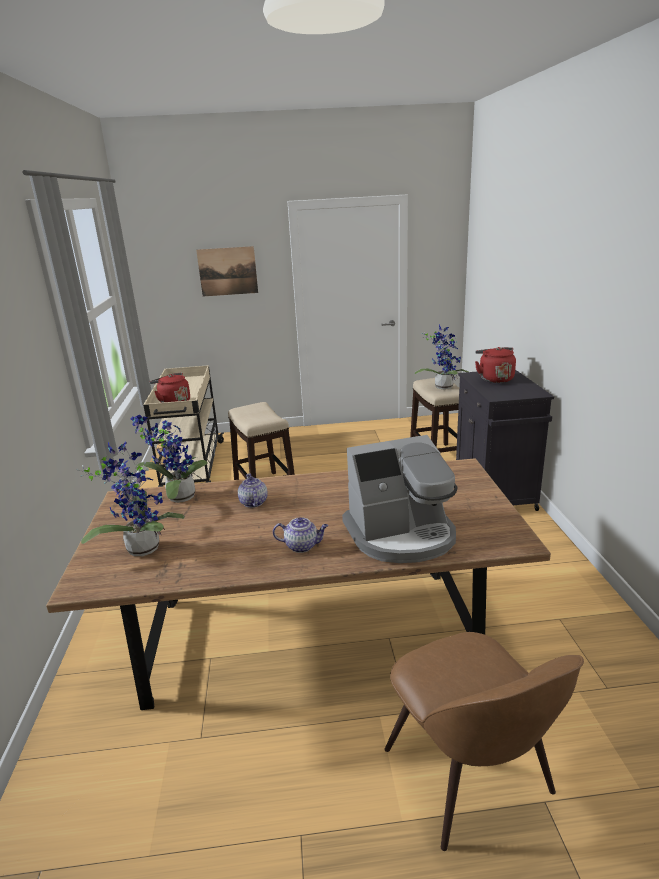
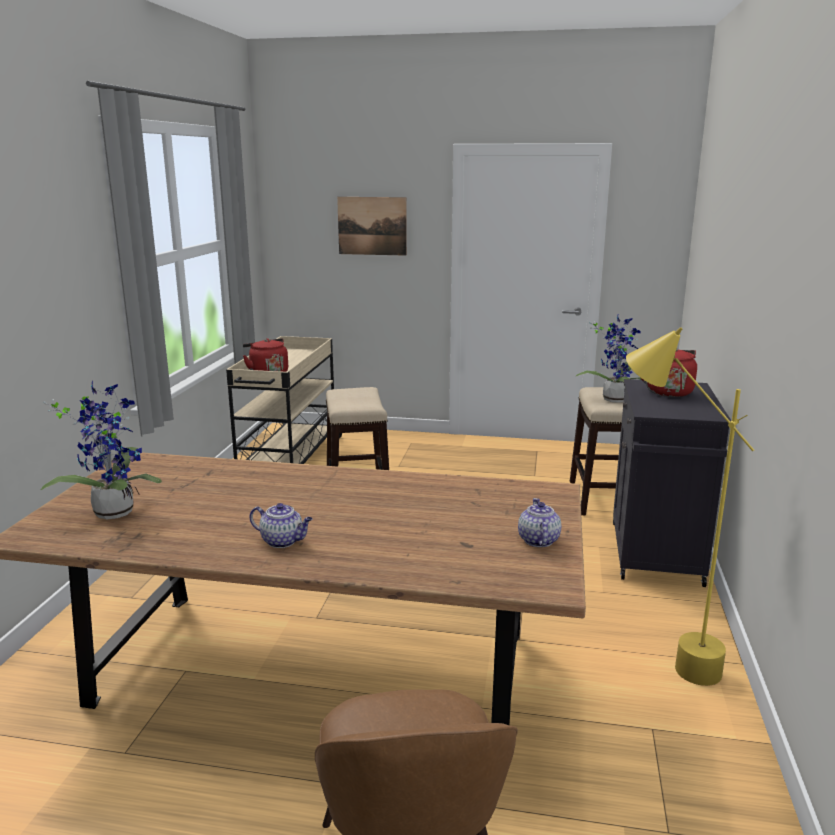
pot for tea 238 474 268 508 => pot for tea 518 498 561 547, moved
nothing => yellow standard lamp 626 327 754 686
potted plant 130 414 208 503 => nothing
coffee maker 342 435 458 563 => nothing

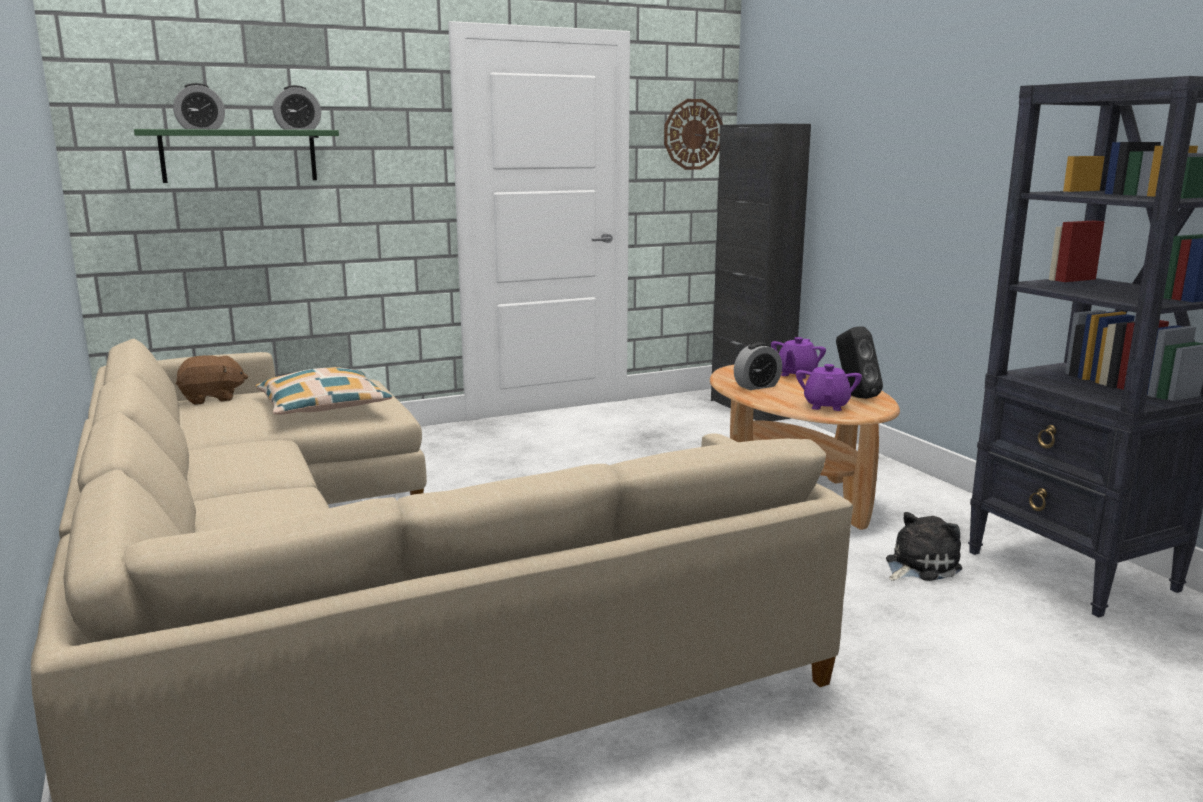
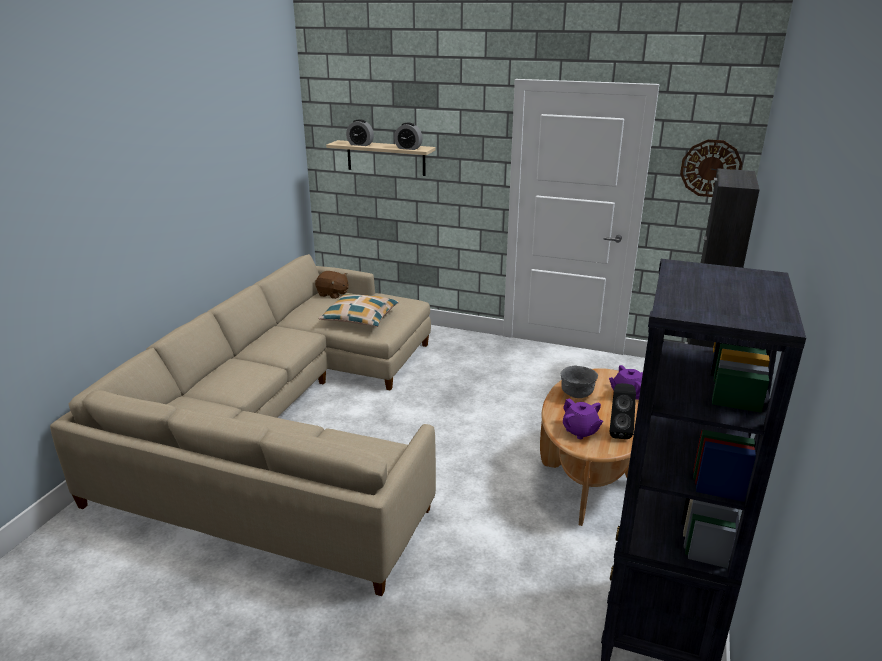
greenish bracket shelf 134 129 339 183 => beige-coloured bracket shelf 326 140 436 176
bedside clock 734 342 782 390 => greyish serving bowl 561 366 598 398
purple pot for tea 796 364 862 411 => purple pot for tea 563 398 603 439, 90 degrees clockwise
plush toy 886 512 962 581 => nothing

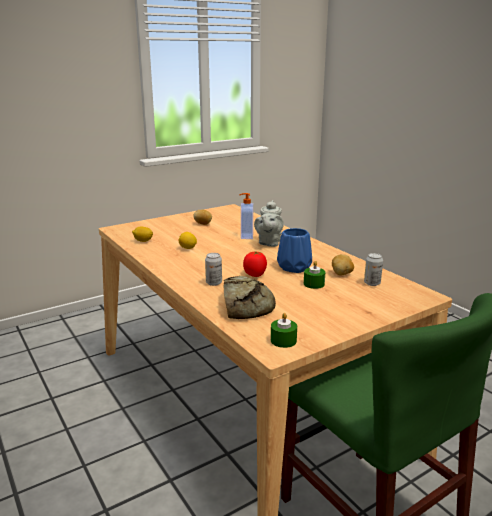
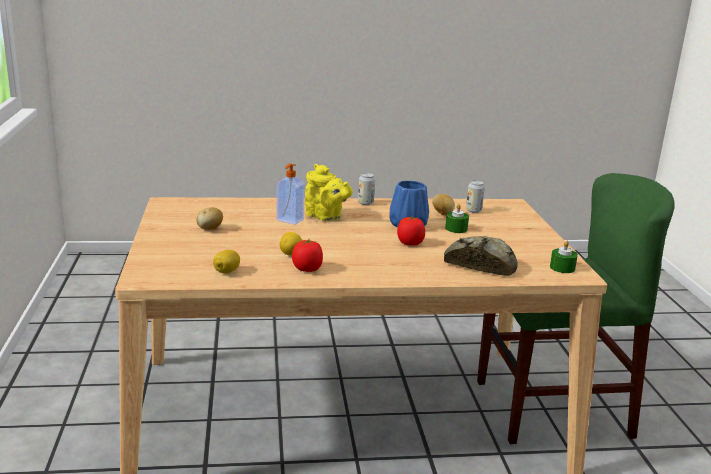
nothing => fresh tomato 292 239 323 272
greyish pot for tea 254 200 284 247 => yellow pot for tea 305 164 353 221
can 205 253 222 286 => can 358 173 375 205, moved

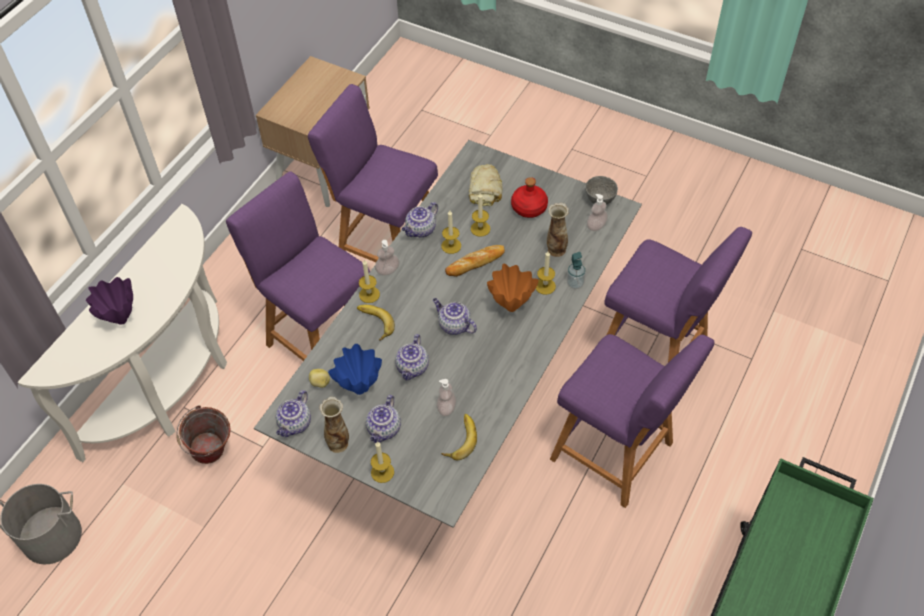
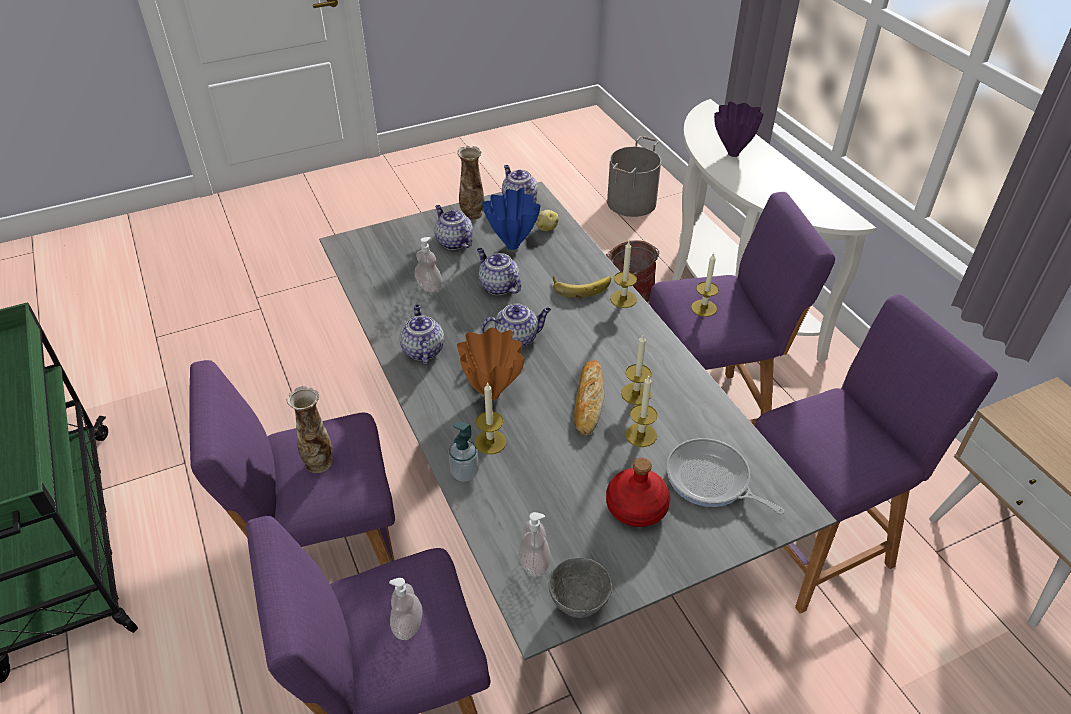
vase 547 203 569 257 => vase 287 386 333 473, moved
soap bottle 375 240 400 276 => soap bottle 389 578 423 640, moved
pot for tea 402 202 438 238 => pot for tea 400 305 444 364, moved
bakery bread 469 164 502 206 => skillet 666 438 785 515
wax light 371 441 394 483 => wax light 691 253 719 317, moved
banana fruit 441 414 477 460 => nothing

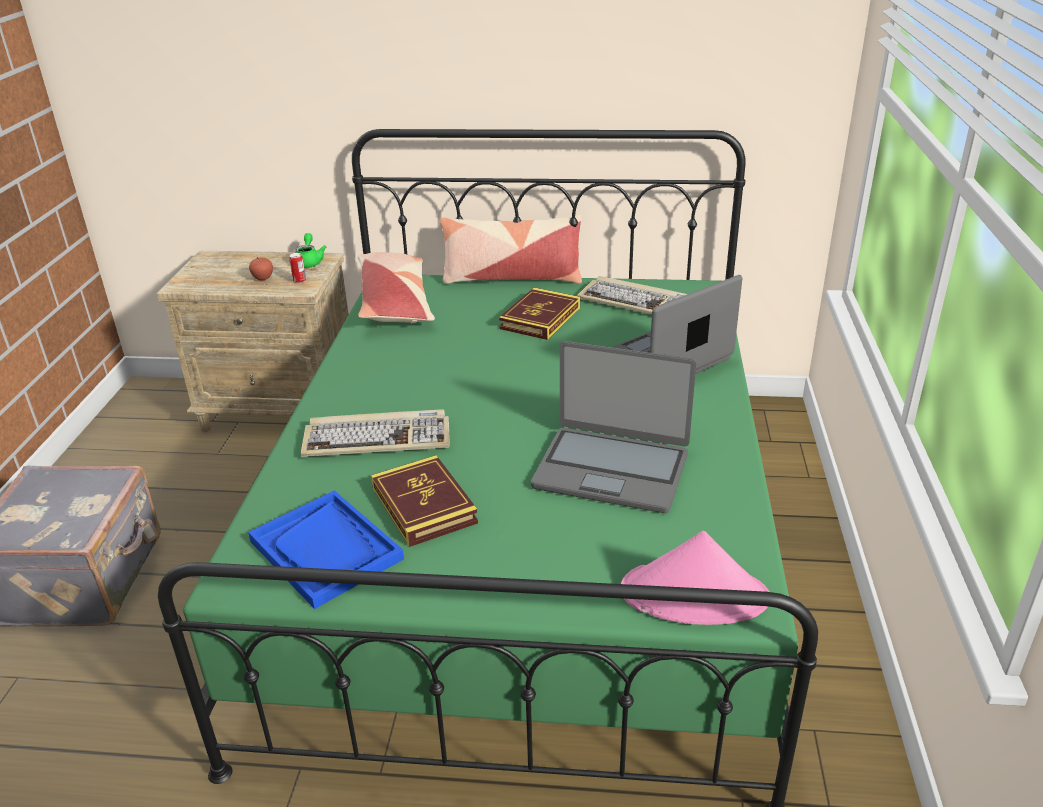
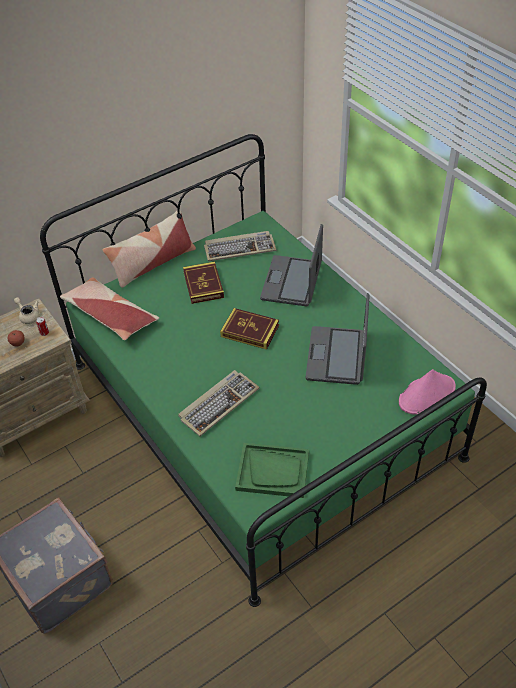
greenish pot for tea 295 233 326 268 => beige-coloured pot for tea 14 297 40 324
volume 371 455 478 547 => volume 220 308 279 350, moved
blue serving tray 248 490 404 609 => greenish serving tray 235 443 309 498
portable computer 531 341 696 513 => portable computer 306 293 369 385, 120 degrees clockwise

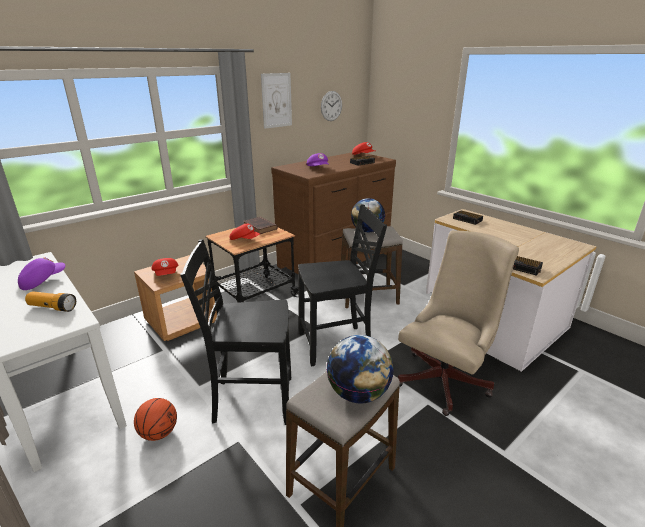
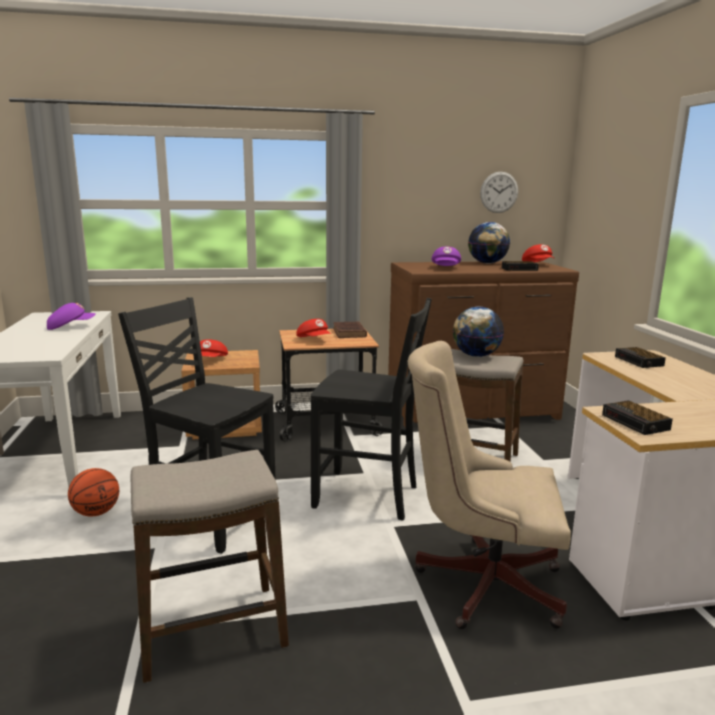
beige-coloured office chair 398 230 519 416 => beige-coloured office chair 408 341 571 629, 150 degrees counterclockwise
world globe 326 335 394 404 => world globe 468 222 510 264, moved
hand torch 25 291 76 312 => nothing
wall art 261 73 292 129 => nothing

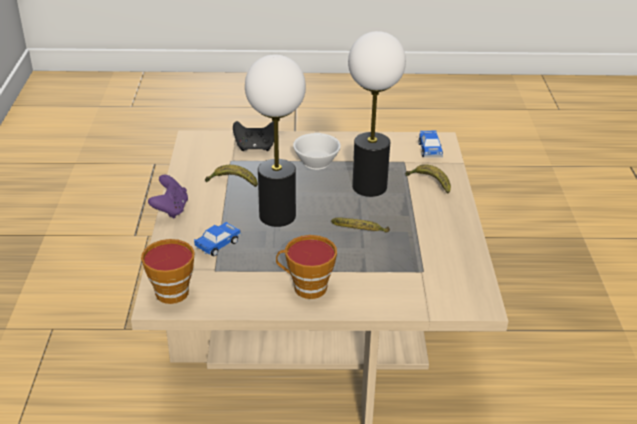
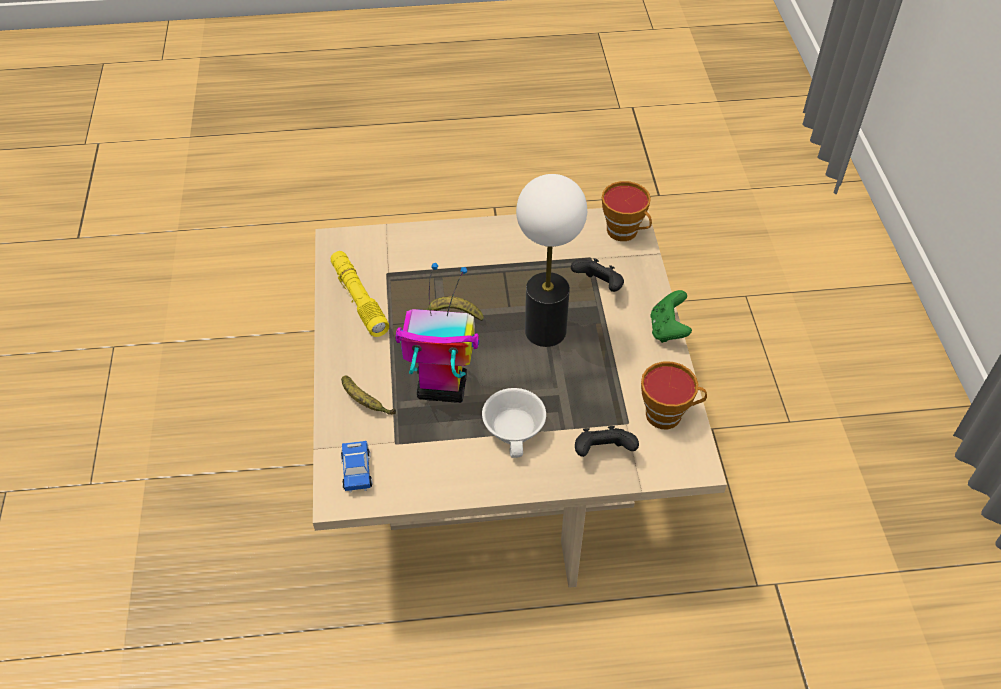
nothing => yellow hand torch 330 251 389 337
tabletop lamp 348 31 406 197 => robot figure 395 263 479 403
model car 194 222 241 256 => black-coloured gamepad 571 258 624 292
small cup 276 235 337 299 => small cup 641 361 707 429, moved
purple gamepad 148 175 188 218 => greenish gamepad 650 290 692 343
banana fruit 205 165 258 187 => nothing

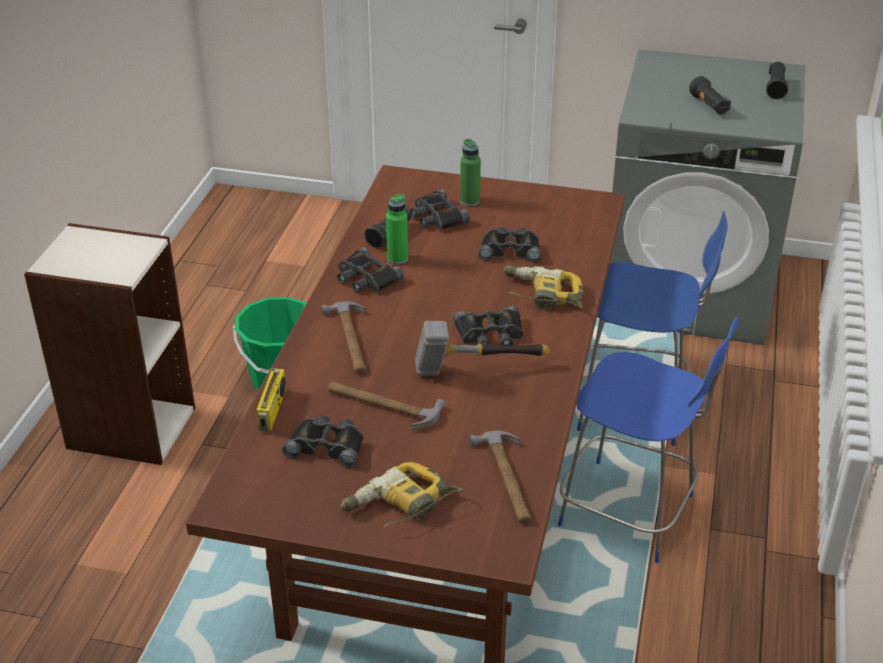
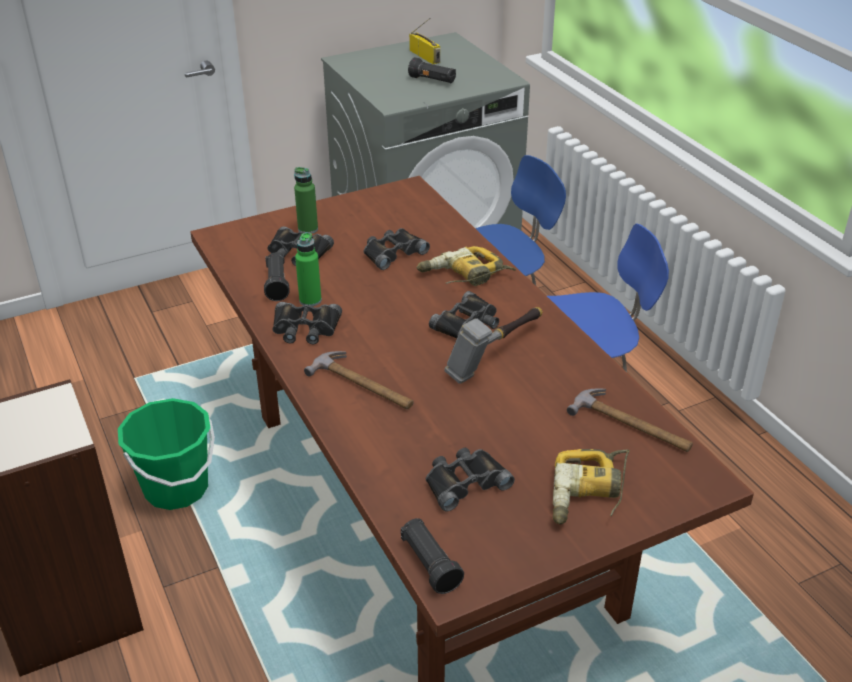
black-coloured hand torch 766 62 788 99 => black-coloured hand torch 401 518 464 594, moved
radio set 256 368 286 431 => radio set 409 18 440 64, moved
tool hammer 328 382 446 430 => nothing

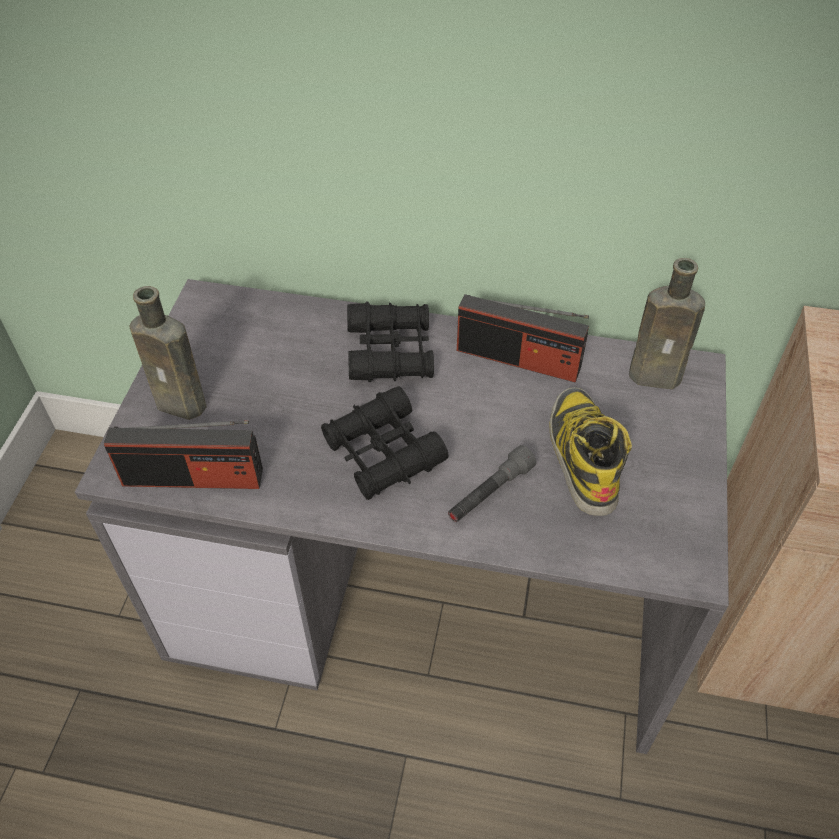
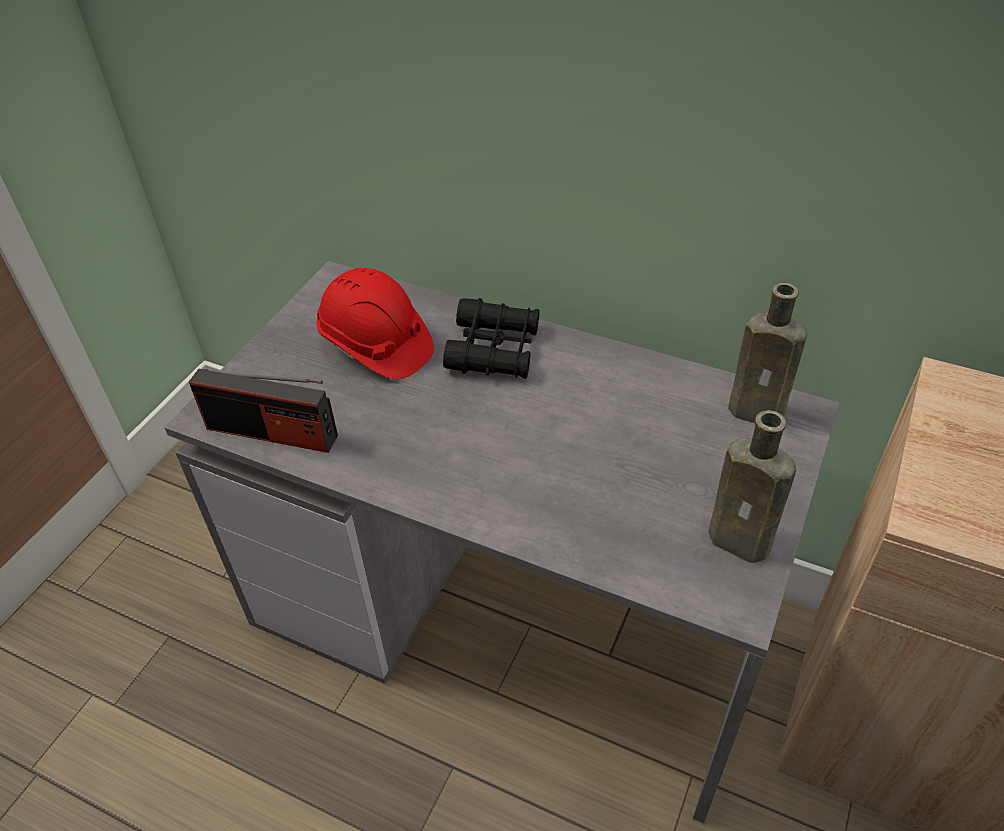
nothing => red-coloured hard hat 316 268 434 379
brownish bottle 129 286 207 420 => brownish bottle 709 410 796 563, moved
black-coloured pair of binoculars 321 386 448 500 => nothing
greyish hand torch 448 445 536 522 => nothing
radio set 457 294 589 383 => nothing
high-top boot 549 387 632 516 => nothing

